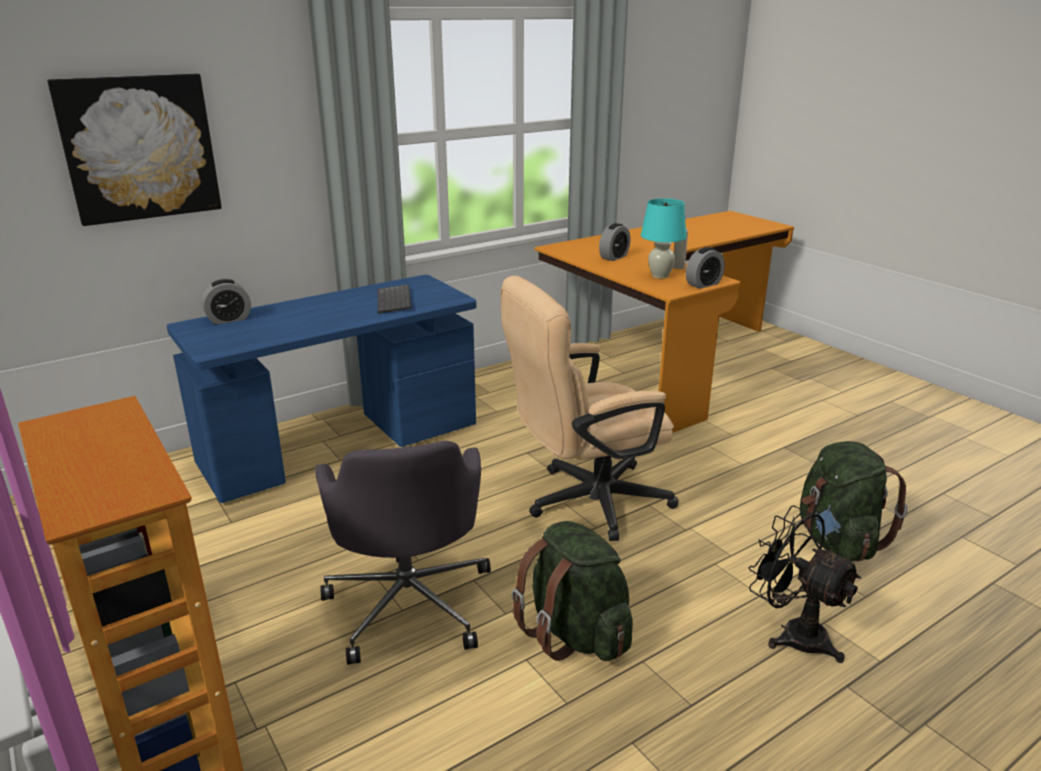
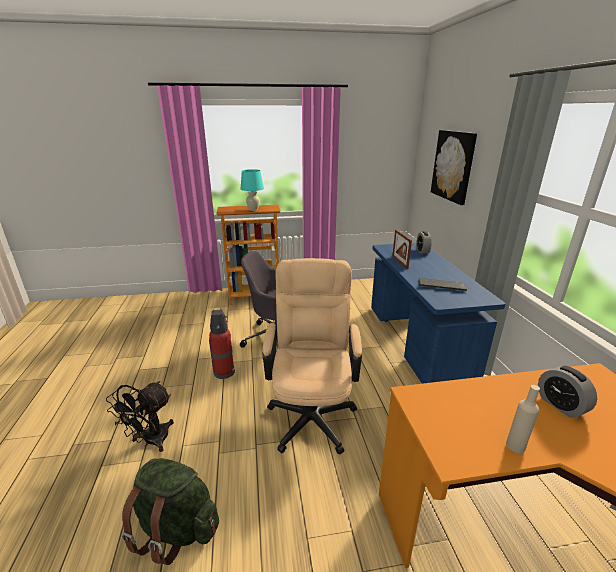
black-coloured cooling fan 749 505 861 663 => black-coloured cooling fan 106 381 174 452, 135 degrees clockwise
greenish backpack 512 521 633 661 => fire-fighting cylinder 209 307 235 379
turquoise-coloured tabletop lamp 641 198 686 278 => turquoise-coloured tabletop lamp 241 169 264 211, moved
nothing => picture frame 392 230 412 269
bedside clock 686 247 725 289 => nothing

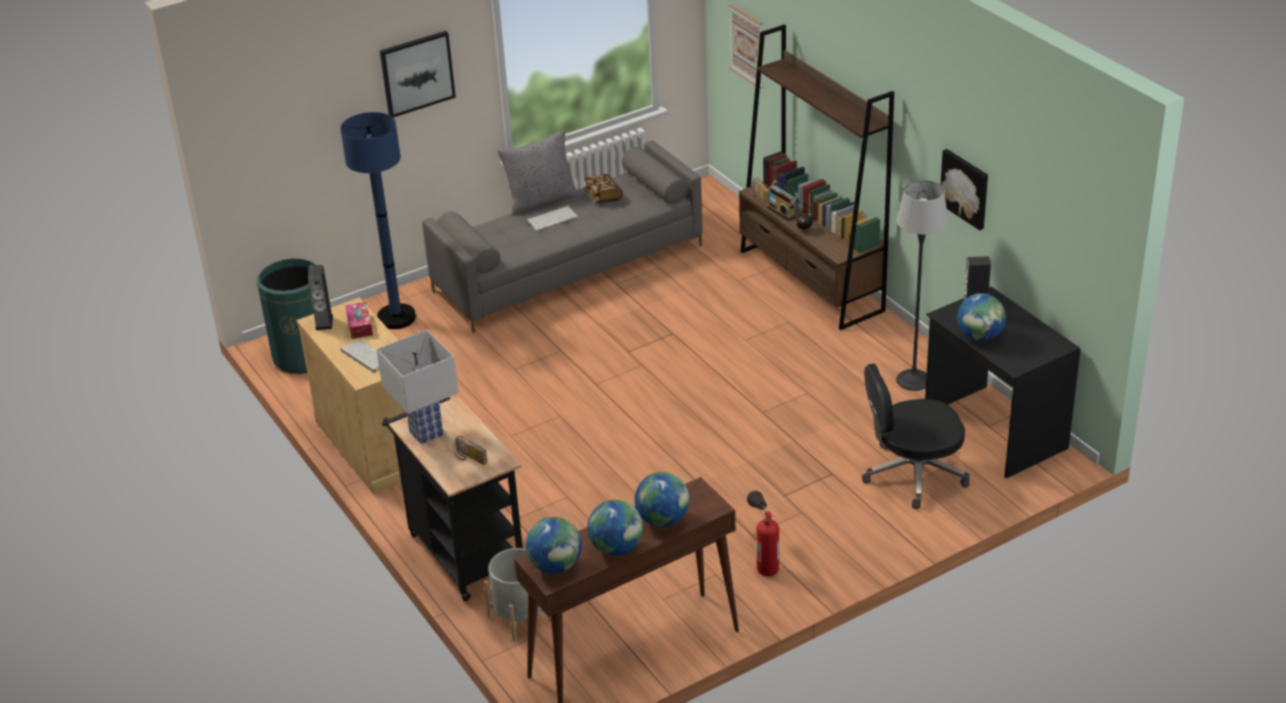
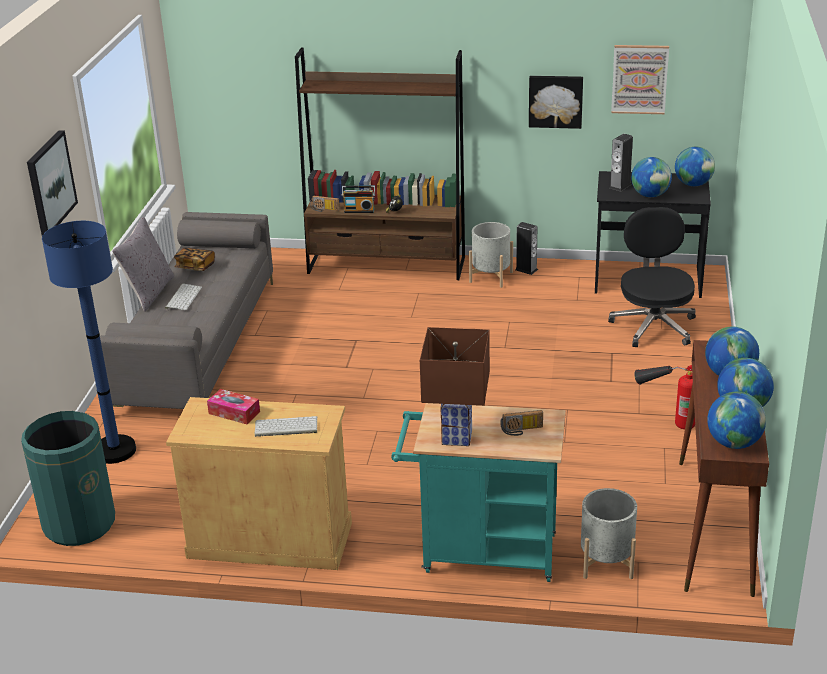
black-coloured wheeled cart 382 396 523 601 => turquoise-coloured wheeled cart 391 403 566 582
white-coloured tabletop lamp 376 330 459 445 => brownish tabletop lamp 420 327 490 446
nothing => greyish flower pot 469 222 513 288
audio speaker 308 265 333 330 => audio speaker 515 222 538 275, moved
black-coloured office chair 862 363 970 509 => black-coloured office chair 608 207 696 347, 150 degrees clockwise
wall art 729 4 763 89 => wall art 611 45 669 114, moved
nothing => world globe 675 147 715 186
standard lamp 896 180 948 391 => nothing

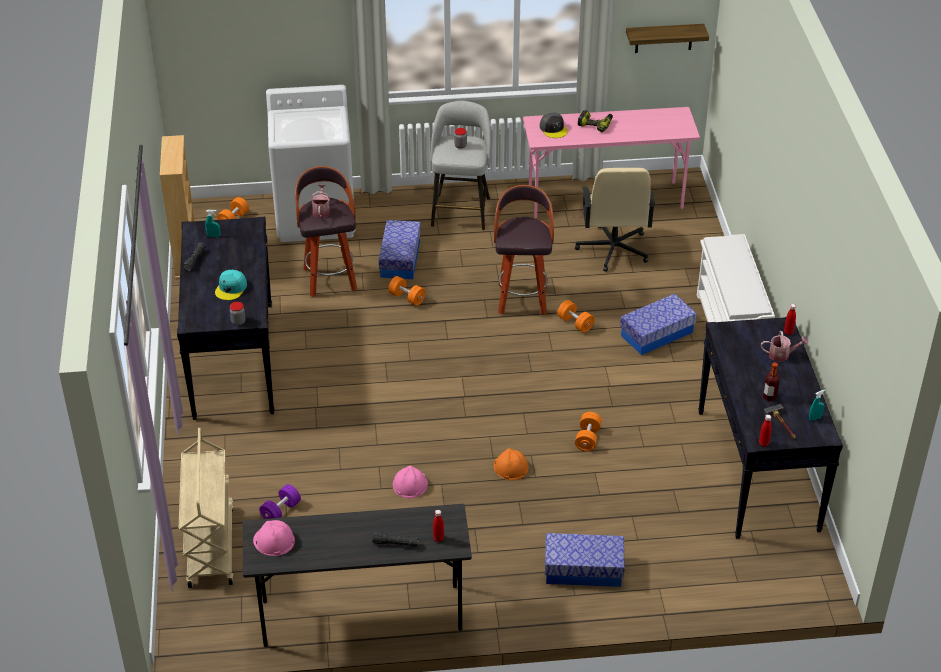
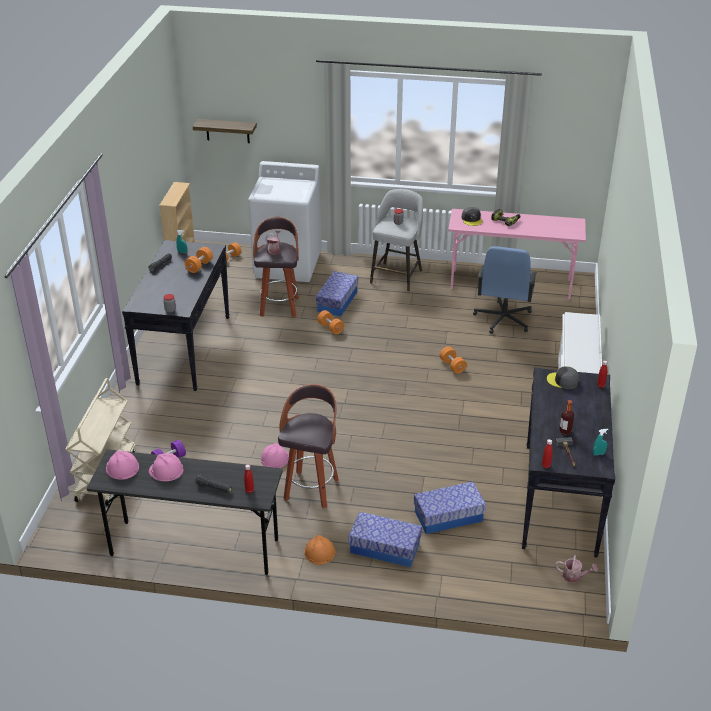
nothing => pink hard hat 149 453 183 481
orangey free weight 575 412 602 451 => orangey free weight 185 247 213 273, moved
bracket shelf 626 24 709 53 => bracket shelf 193 119 257 143, moved
sitting stool 494 185 554 315 => sitting stool 278 384 339 509, moved
orangey hard hat 493 448 528 481 => orangey hard hat 304 535 335 565, moved
storage container 620 294 697 355 => storage container 414 482 486 534, moved
beige-coloured office chair 575 168 655 272 => blue office chair 473 246 537 334
nothing => greyish cap 547 366 579 389
watering pot 761 331 808 362 => watering pot 555 555 598 582, moved
turquoise-coloured cap 215 270 247 300 => nothing

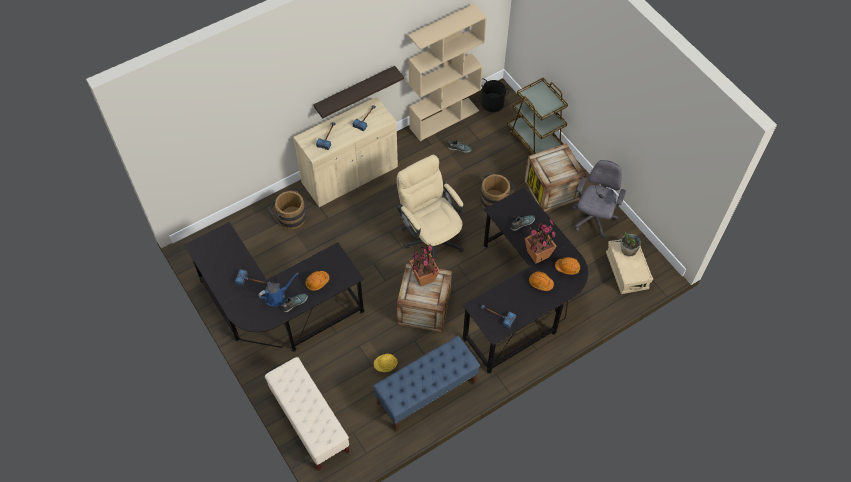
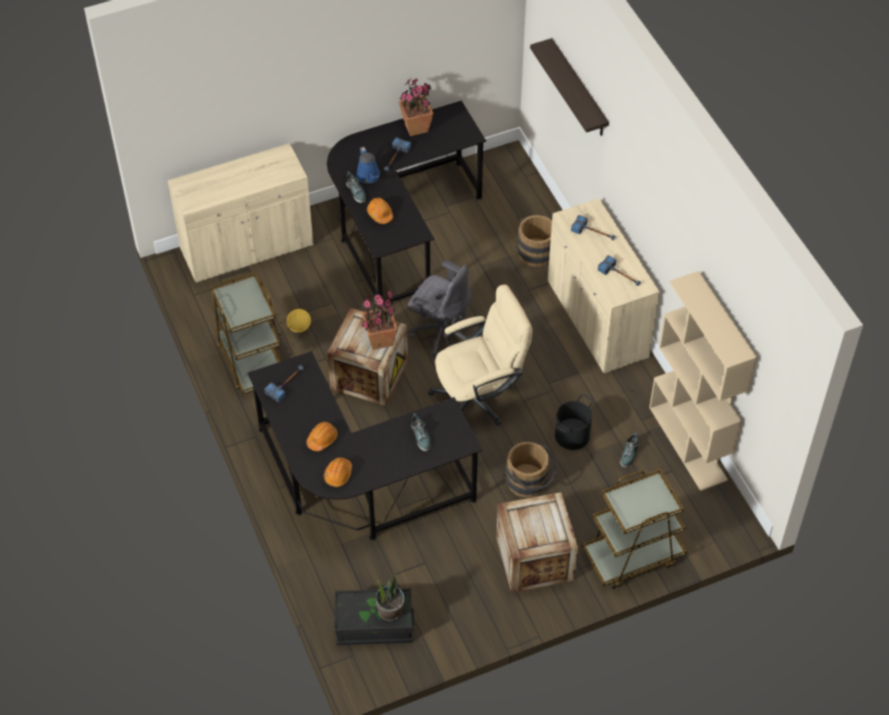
beige-coloured bench 265 357 350 471 => beige-coloured cabinet 168 143 313 282
blue bench 373 336 480 432 => brownish wheeled cart 211 272 282 394
beige-coloured storage container 606 239 653 294 => black-coloured storage container 334 588 414 645
potted plant 525 219 557 264 => potted plant 399 78 434 136, moved
greyish office chair 572 160 626 238 => greyish office chair 408 260 471 359, moved
bracket shelf 313 66 404 118 => bracket shelf 530 38 609 136, moved
black-coloured water bucket 481 78 510 112 => black-coloured water bucket 555 394 594 450, moved

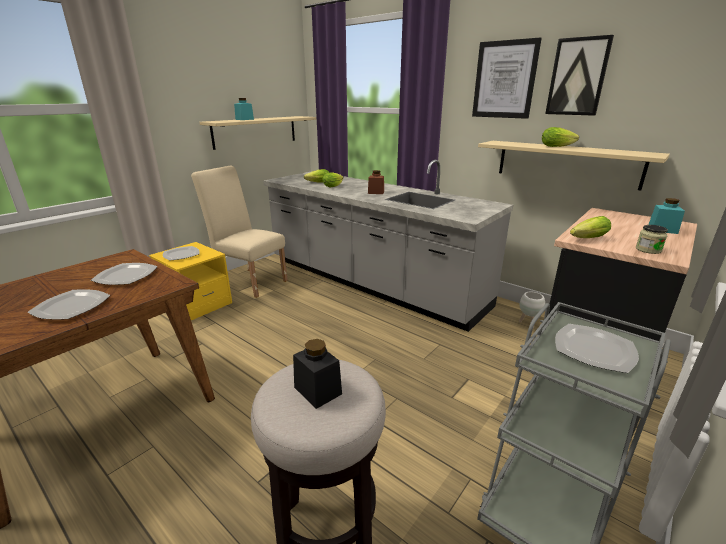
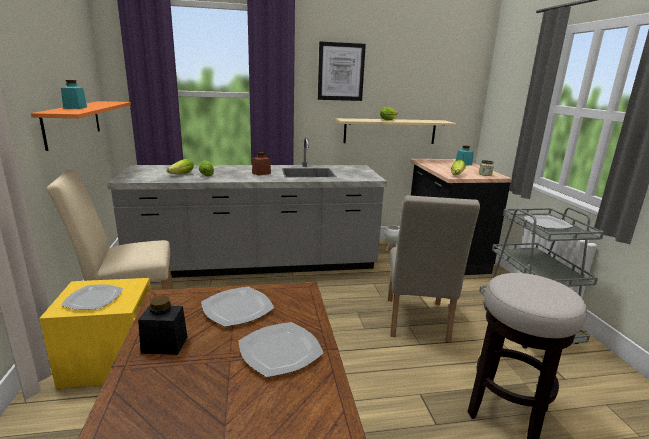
beige-coloured bracket shelf 199 116 316 150 => orangey bracket shelf 31 101 131 151
black-coloured jar 293 339 342 409 => black-coloured jar 138 296 187 355, moved
nothing => beige-coloured upright chair 388 195 480 343
wall art 545 35 614 116 => nothing

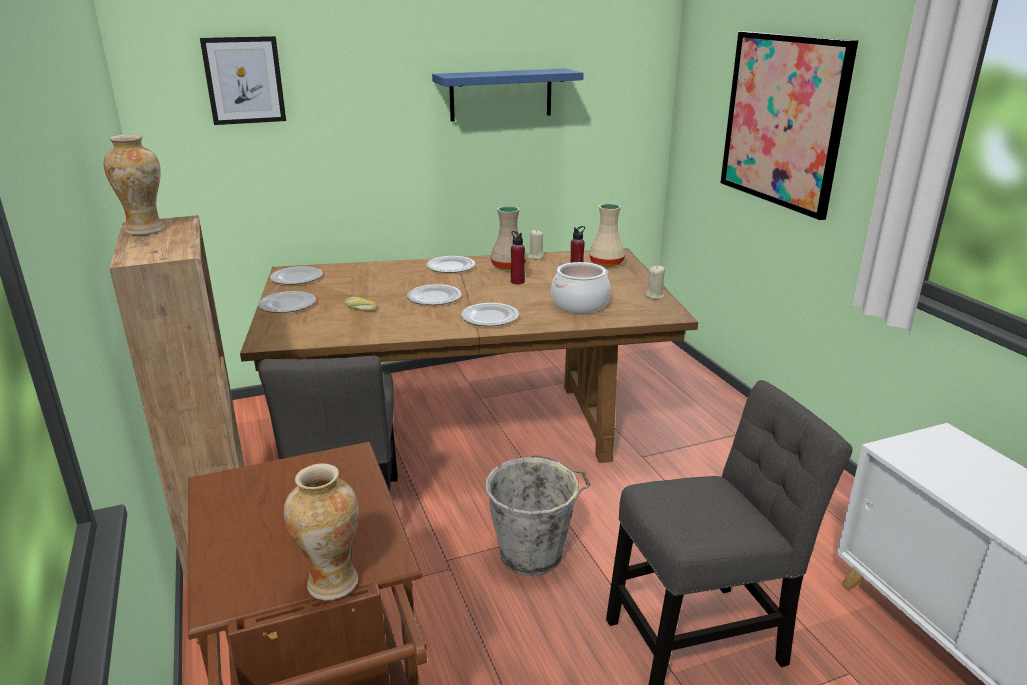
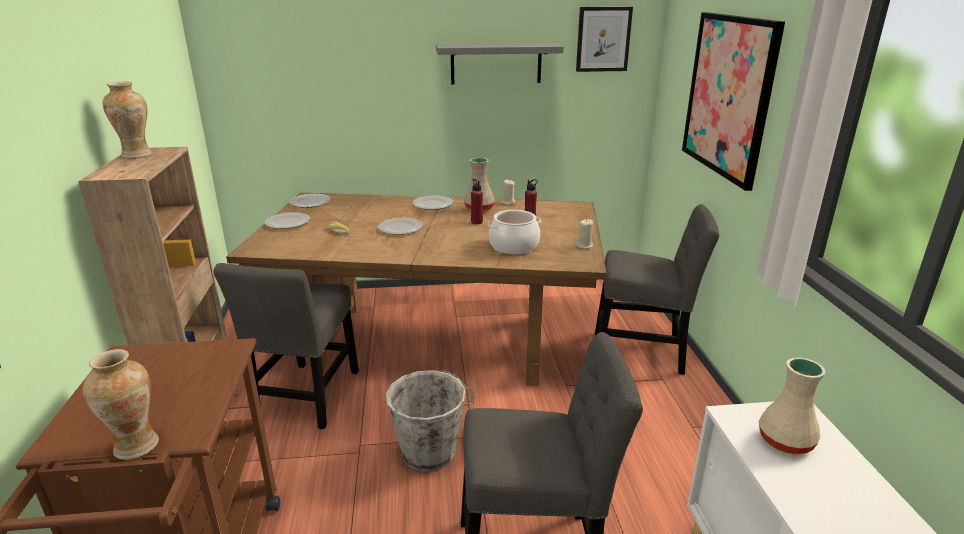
blue bracket shelf 432 69 584 121 => greyish bracket shelf 436 43 564 84
wall art 200 36 286 125 => wall art 576 7 633 72, moved
nothing => greyish upright chair 595 204 719 375
beige-coloured vase 589 204 625 267 => beige-coloured vase 759 357 825 454, moved
flat dish 461 303 519 326 => nothing

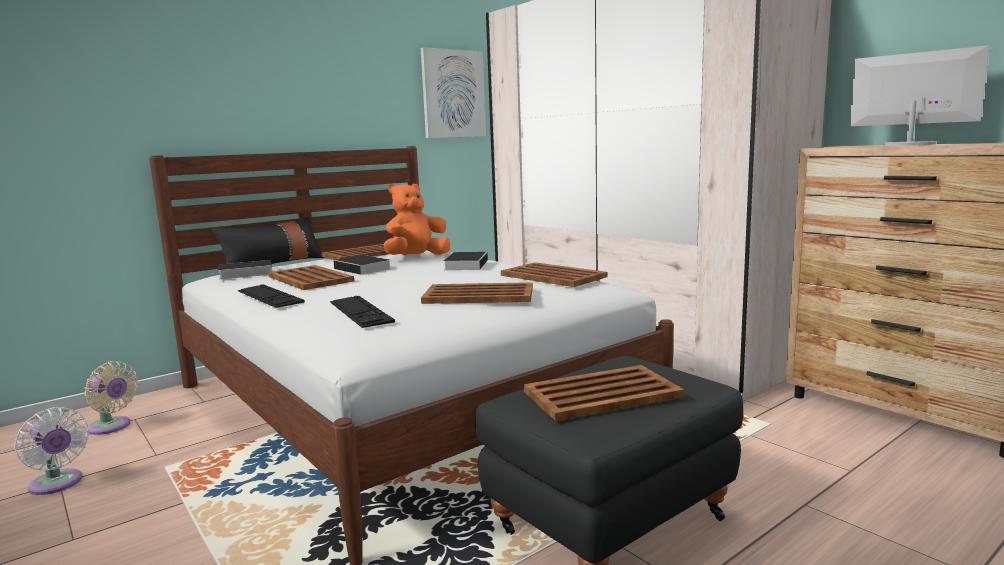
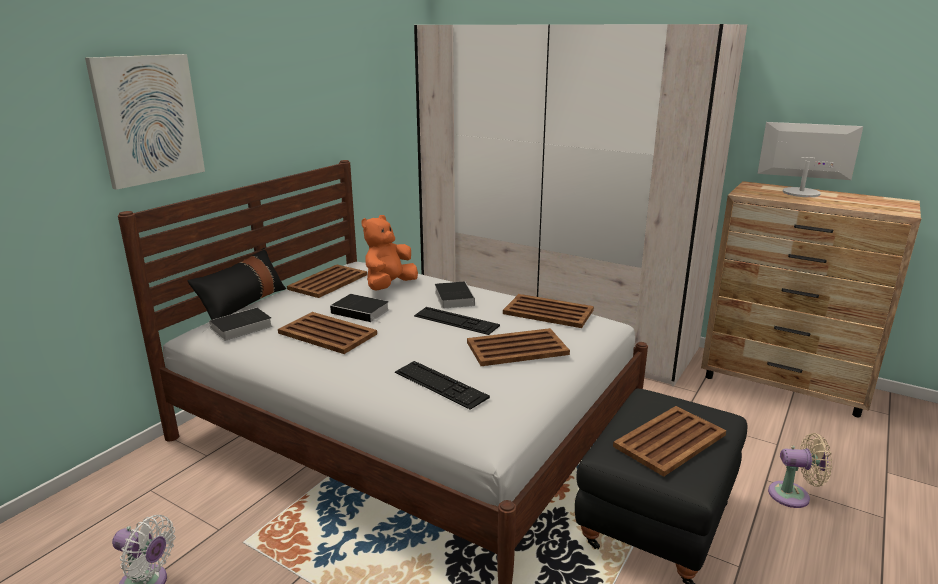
wall art 421 47 486 138 => wall art 85 54 205 190, moved
PC keyboard 238 284 305 308 => PC keyboard 414 307 500 335, moved
beige-coloured cooling fan 85 361 138 435 => beige-coloured cooling fan 768 433 832 508, moved

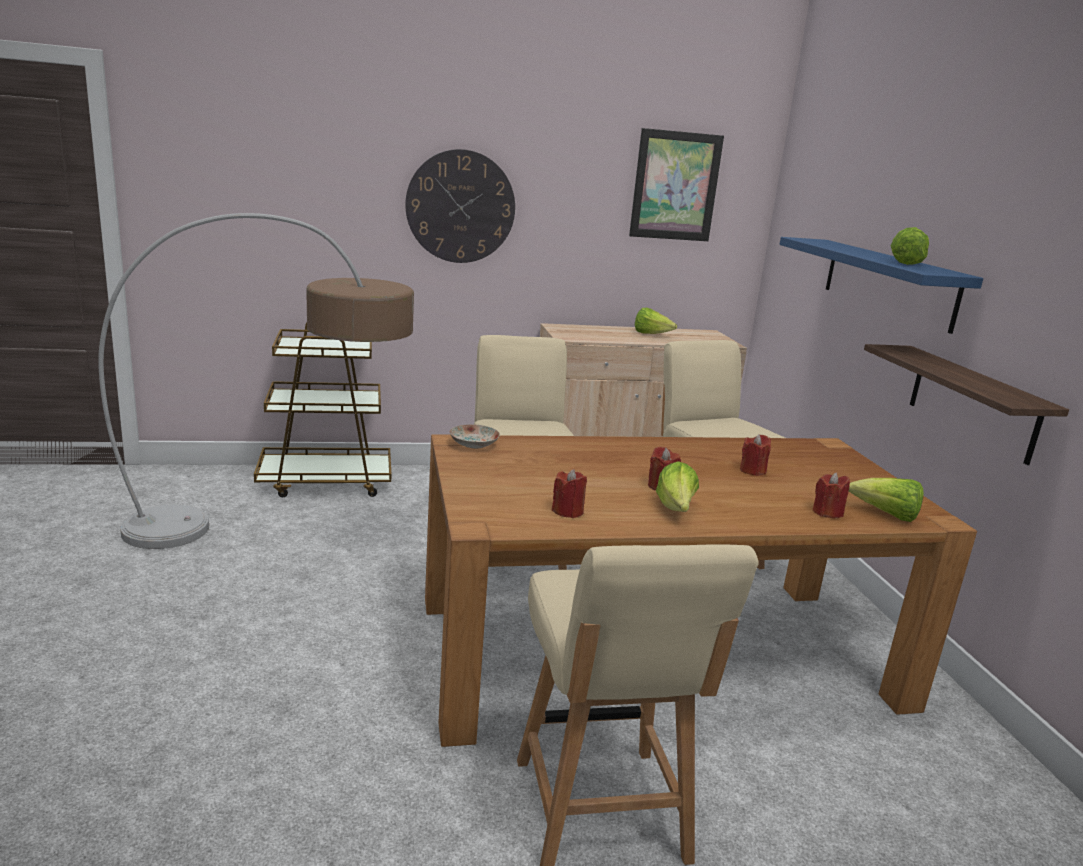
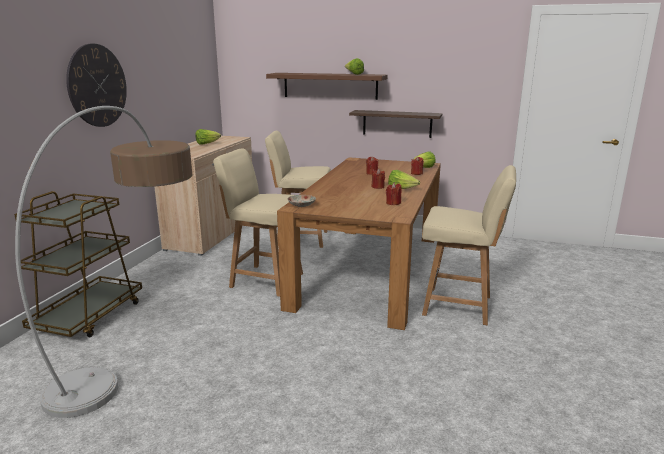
blue bracket shelf 779 237 983 334 => brownish bracket shelf 266 73 387 100
wall art 629 128 724 241 => nothing

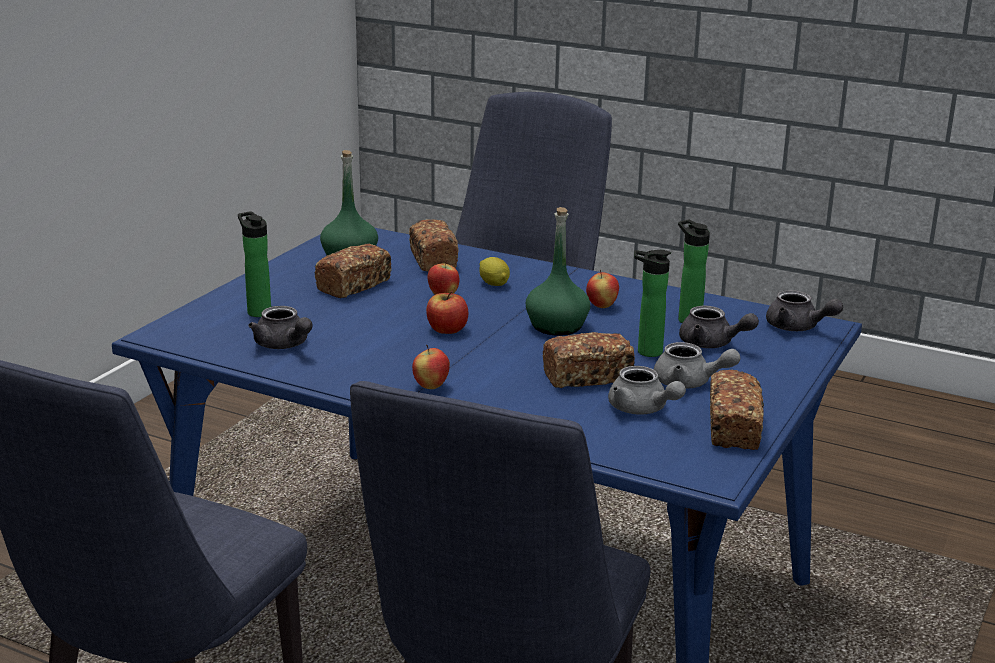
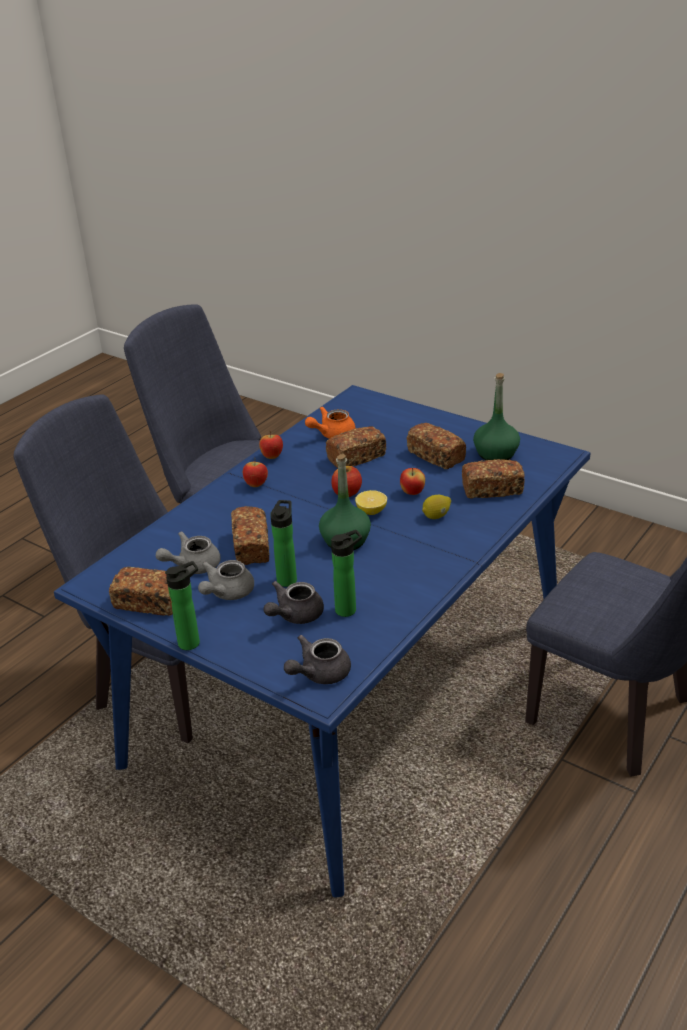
bottle 238 211 271 317 => bottle 165 561 200 650, moved
apple 586 270 619 308 => apple 259 431 283 459, moved
greyish pot for tea 248 306 312 349 => orangey pot for tea 305 407 356 439
nothing => bakery bread 326 426 386 468
nothing => whole lemon 355 490 387 515

